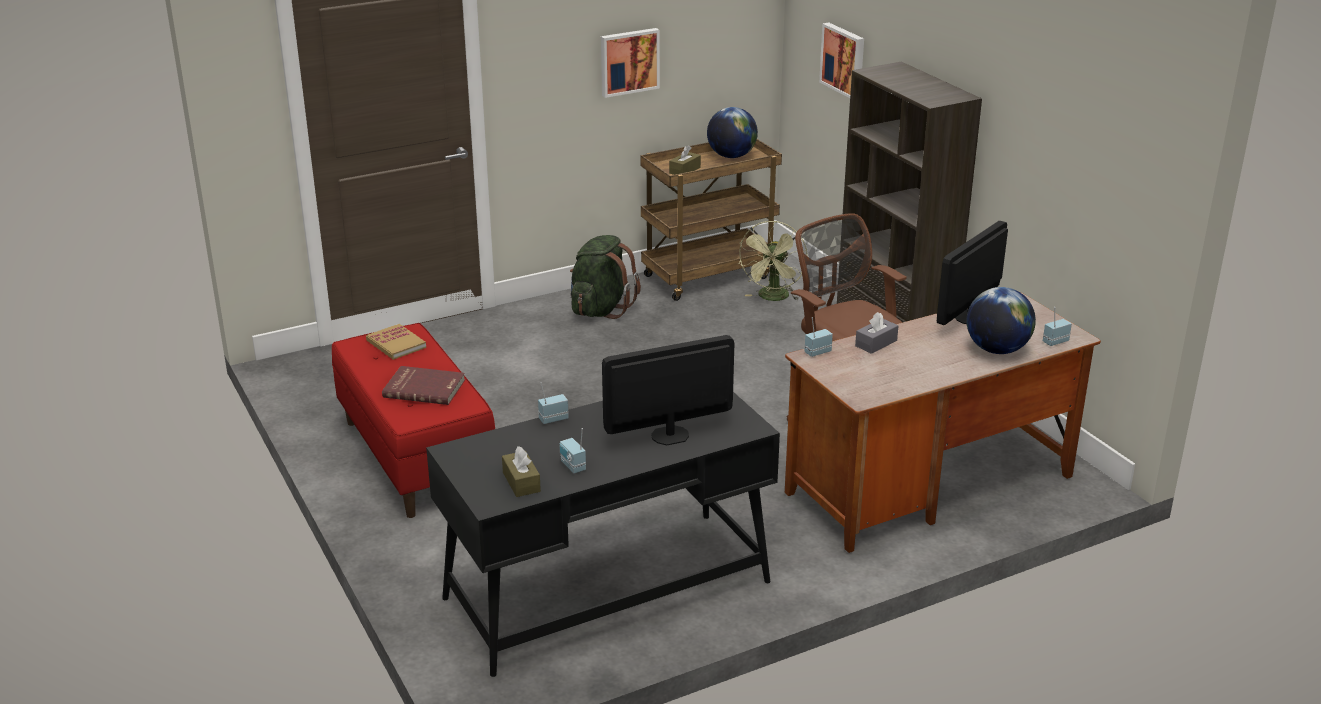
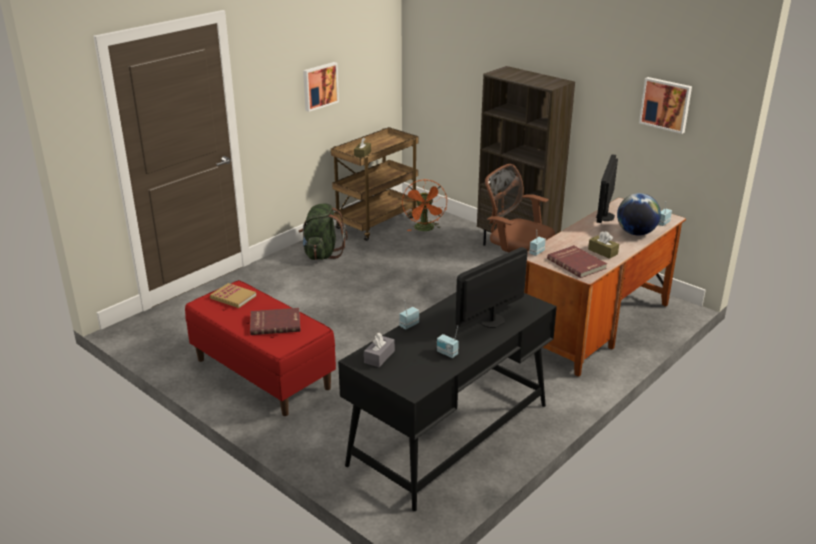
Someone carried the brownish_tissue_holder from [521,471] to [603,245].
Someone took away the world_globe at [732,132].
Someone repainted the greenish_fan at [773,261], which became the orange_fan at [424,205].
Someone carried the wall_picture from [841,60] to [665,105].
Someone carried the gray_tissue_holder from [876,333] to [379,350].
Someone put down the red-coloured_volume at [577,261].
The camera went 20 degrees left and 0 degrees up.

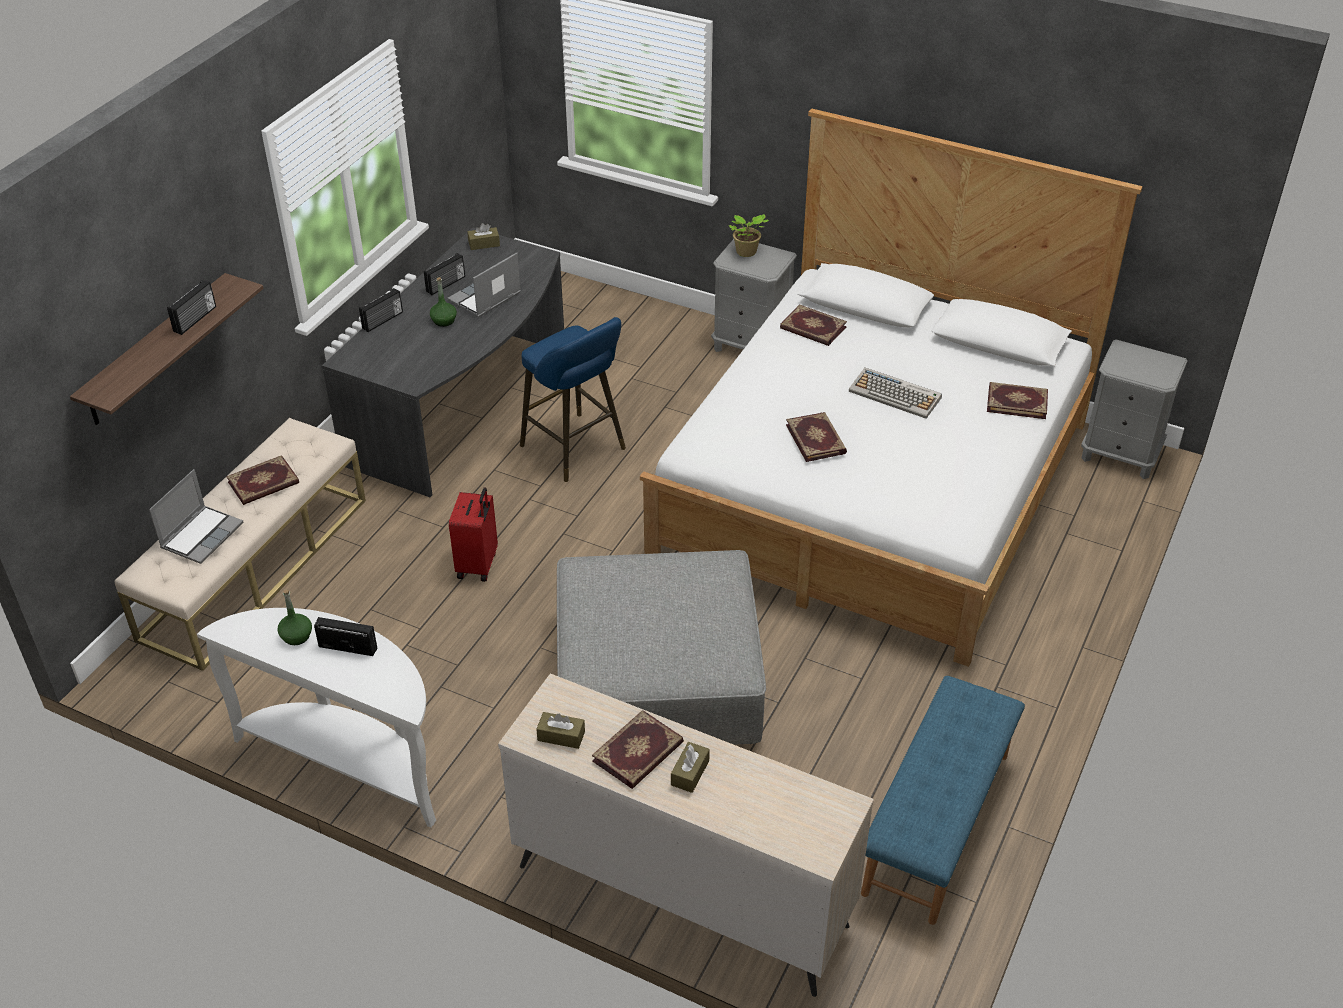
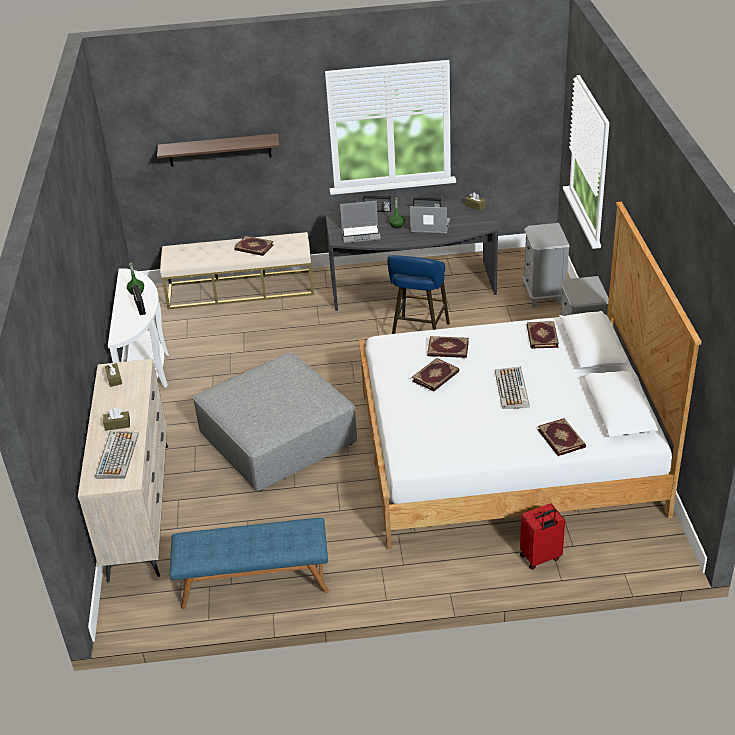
Someone carried the portable_computer from [196,516] to [360,222].
Someone took away the radio_set at [191,307].
Someone carried the red-coloured_piece_of_luggage from [473,534] to [542,536].
Someone carried the volume from [638,749] to [448,347].
Someone took away the plant_in_a_pot at [749,235].
Someone carried the gray_night_table from [1134,409] to [546,265].
Someone put down the PC_keyboard at [117,455].
The camera went 60 degrees right and 5 degrees down.

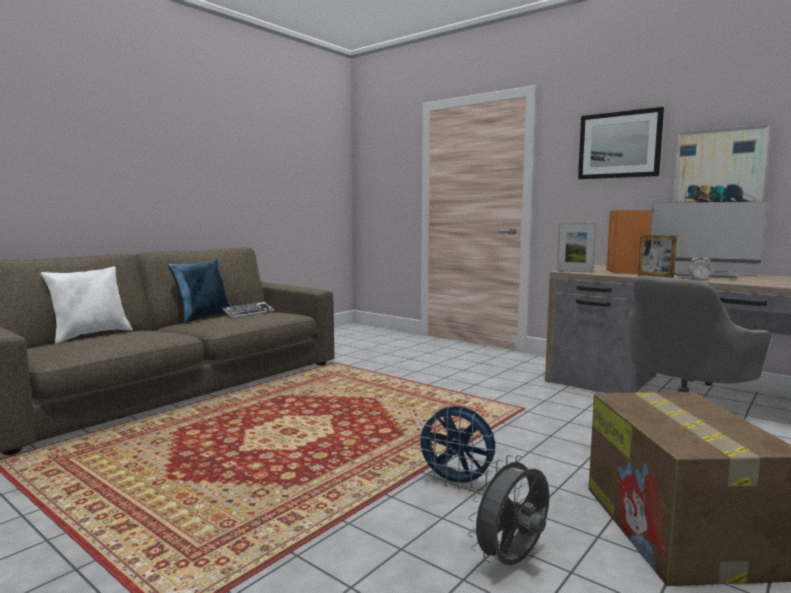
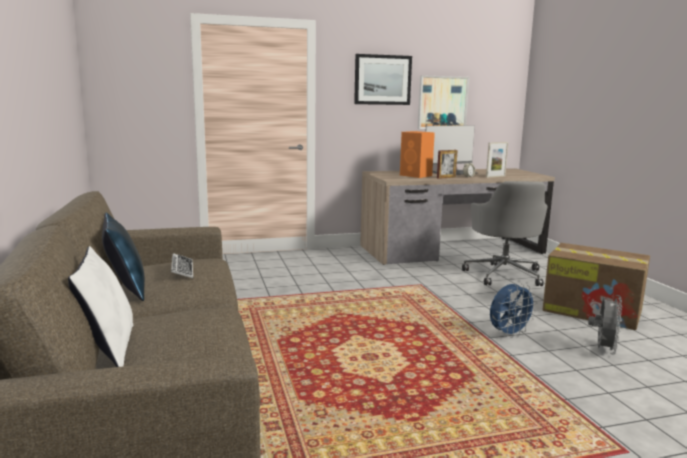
Someone rotated the gray_fan at [508,510] by 150 degrees counterclockwise.
Someone carried the photo_frame from [576,248] to [497,160].
The camera went 55 degrees left and 5 degrees up.

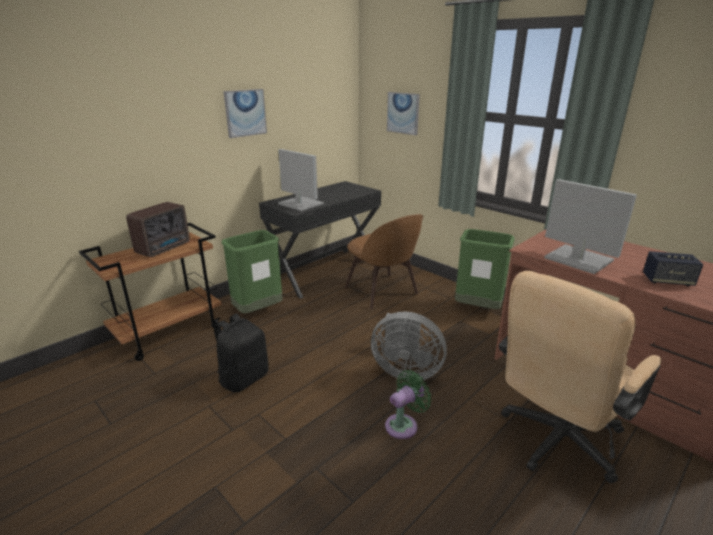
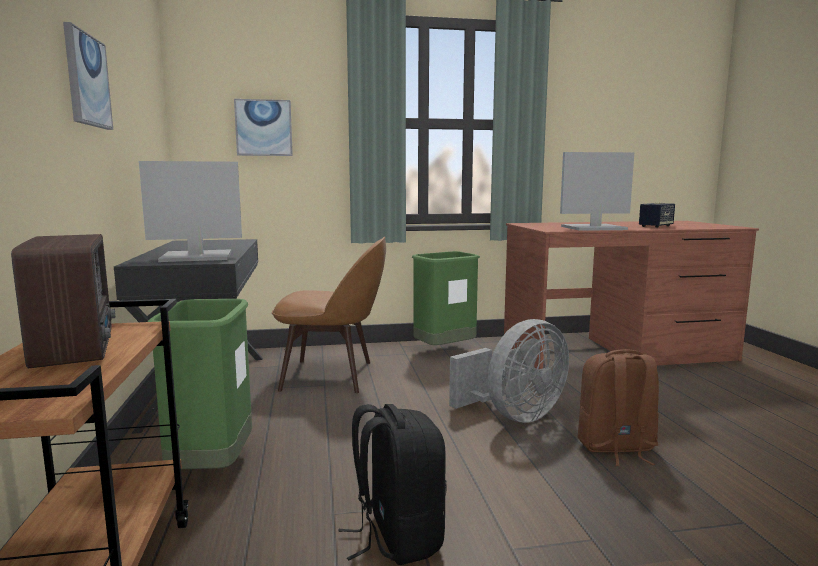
Someone swapped the greenish_fan at [408,404] for the brownish_rucksack at [618,407].
Someone took away the beige-coloured_office_chair at [580,377].
The camera went 55 degrees left and 15 degrees down.

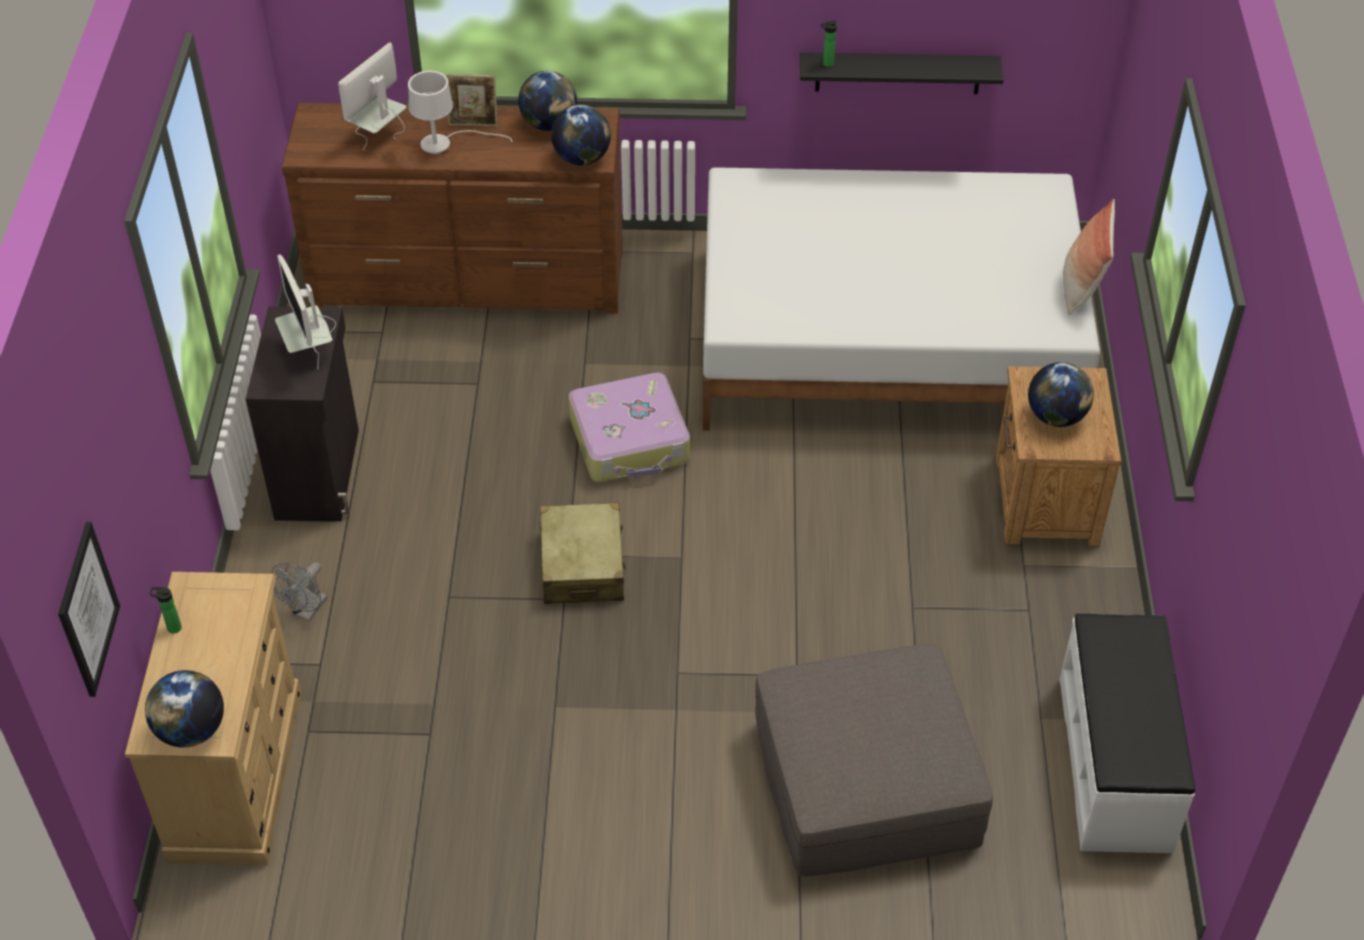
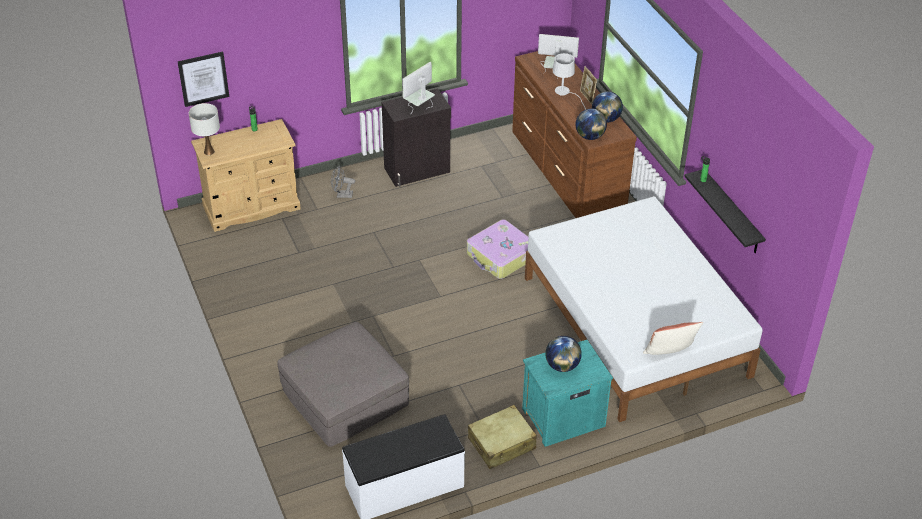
Someone swapped the world_globe at [184,708] for the white_table_lamp at [204,129].
Someone carried the beige-coloured_piece_of_luggage from [583,553] to [502,437].
Someone repainted the brownish_night_table at [1058,456], which became the turquoise_night_table at [567,393].
The camera went 65 degrees right and 5 degrees down.

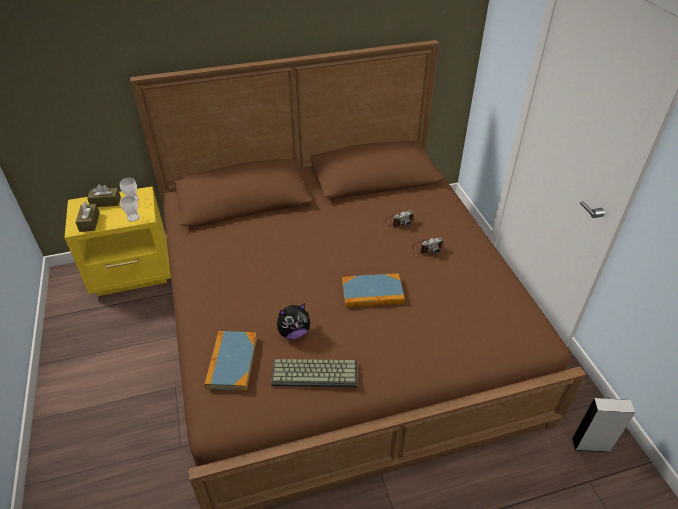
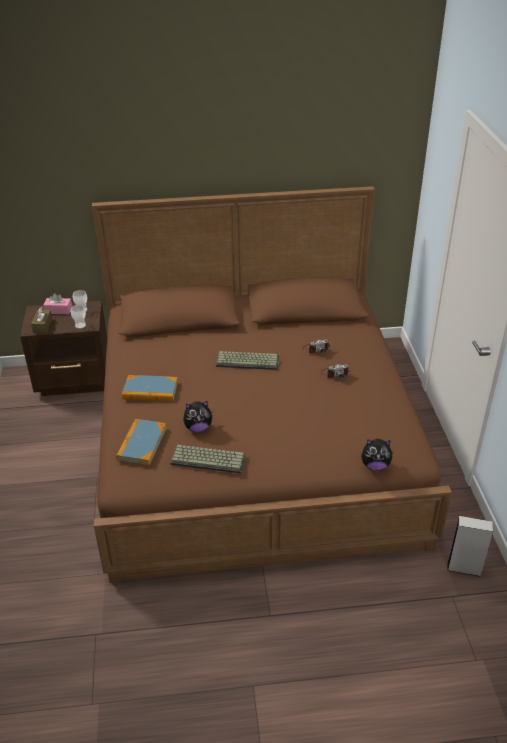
Someone repainted the yellowish_night_table at [118,241], which became the brownish_night_table at [63,348].
Someone repainted the brownish_tissue_holder at [104,195], which became the pink_tissue_holder at [57,303].
Someone carried the volume from [373,290] to [150,388].
Someone put down the PC_keyboard at [247,360].
Someone put down the cuddly_toy at [377,455].
The camera went 10 degrees right and 5 degrees down.

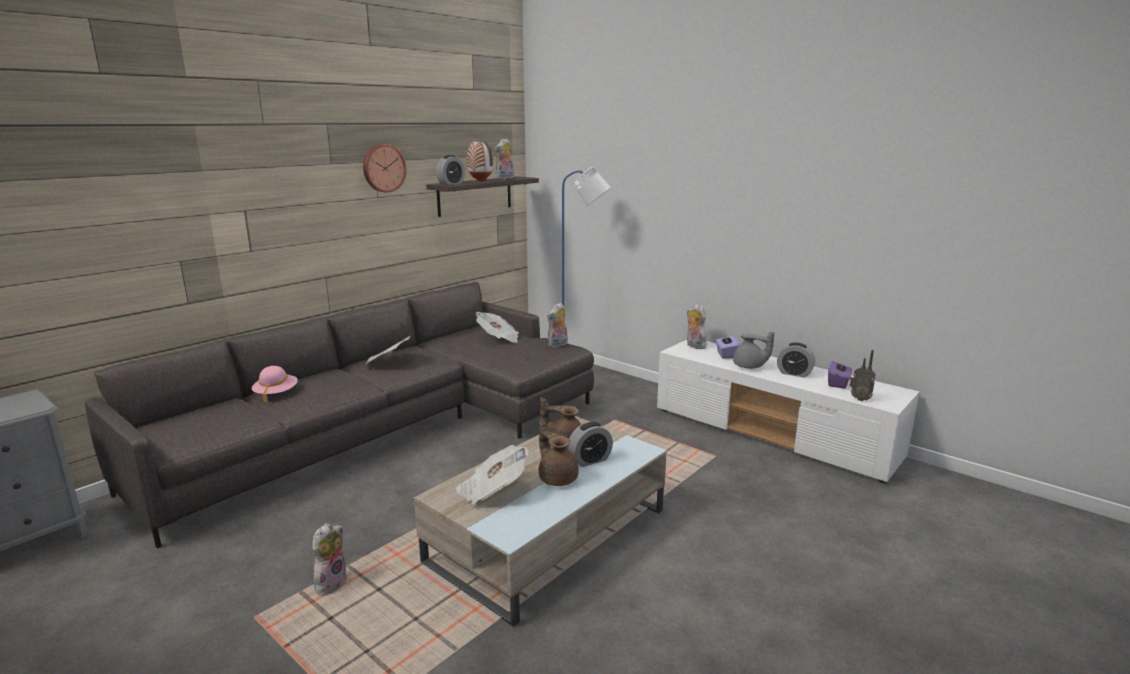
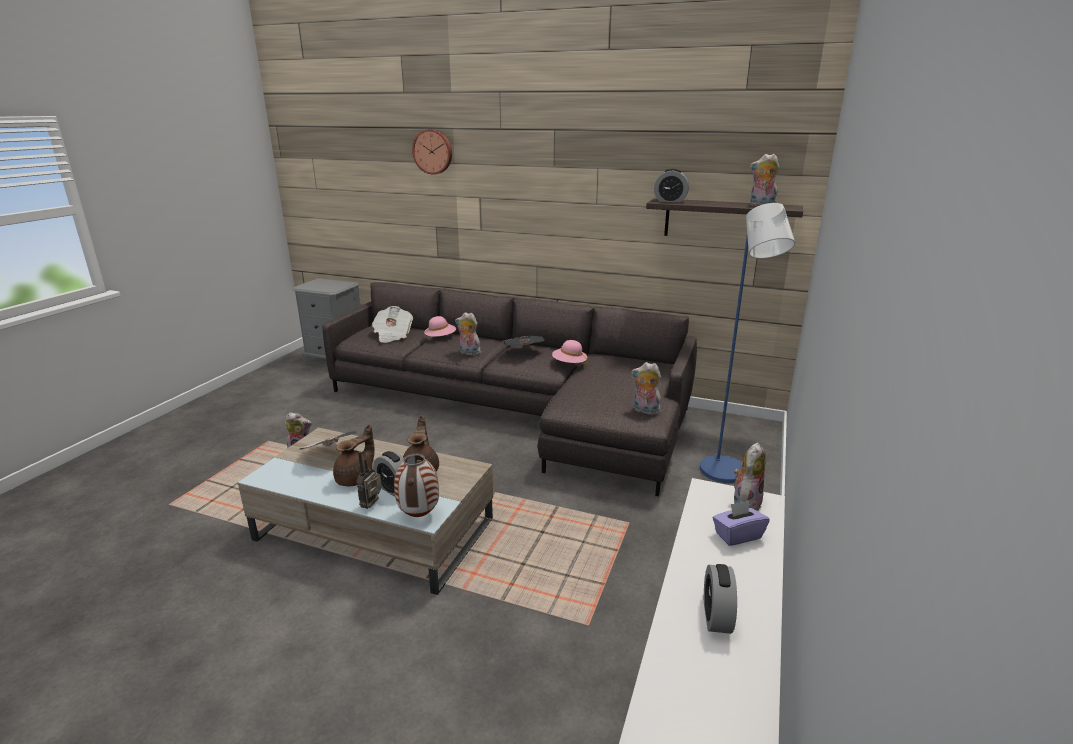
Someone carried the hanging_clock from [384,168] to [432,151].
Someone carried the flower_vase from [480,160] to [416,485].
Someone carried the printed_paper from [497,327] to [392,324].
Someone took away the gray_tea_pot at [754,350].
Someone took away the purple_tissue_holder at [840,373].
Someone carried the radio_set from [862,375] to [369,480].
Someone put down the cuddly_toy at [468,333].
Someone put down the pink_hat at [569,353].
The camera went 70 degrees right and 5 degrees up.

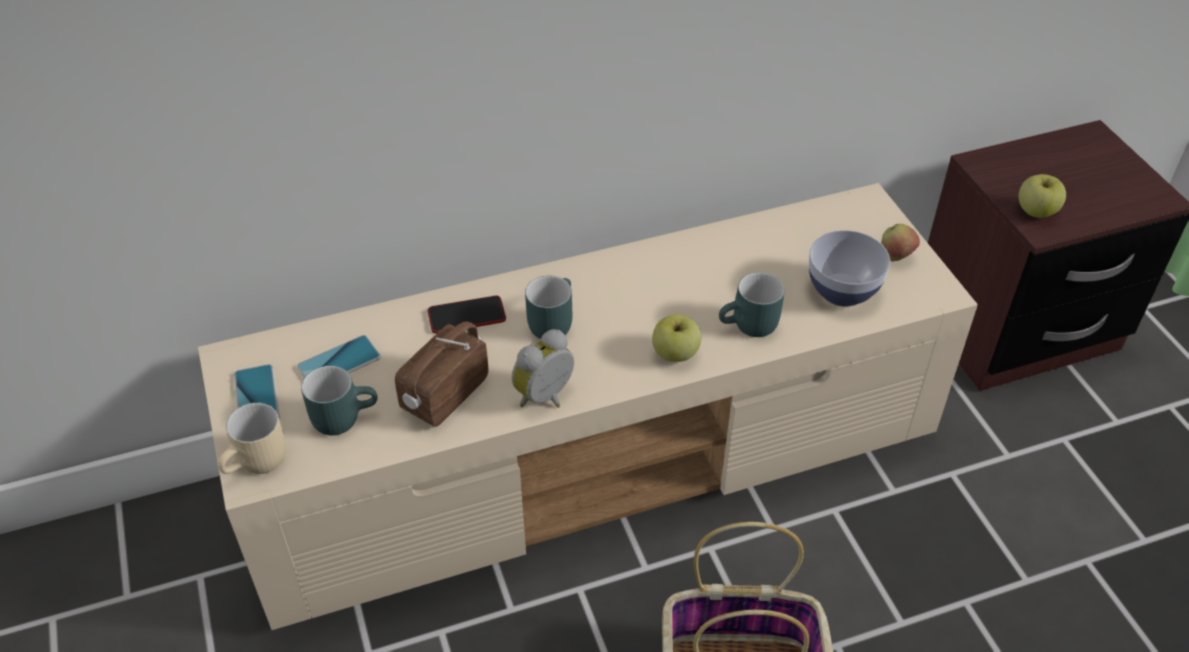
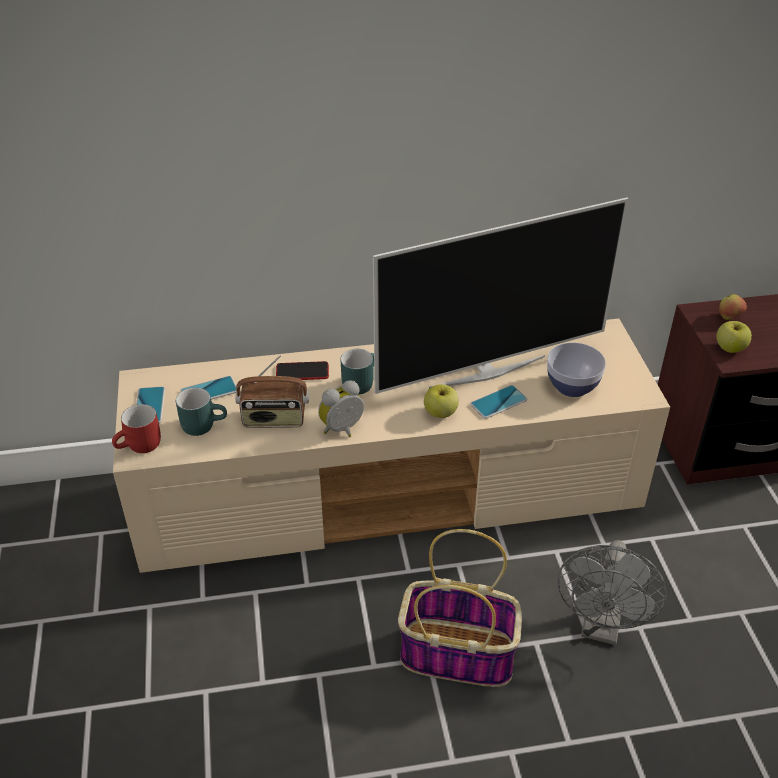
Someone repainted the beige-coloured_mug at [251,438], which became the red-coloured_mug at [136,428].
Someone rotated the radio_set at [441,374] by 135 degrees counterclockwise.
Someone swapped the turquoise_mug at [752,304] for the phone at [498,402].
Someone carried the whole_apple from [901,242] to [733,307].
Someone put down the television at [501,296].
Someone put down the gray_fan at [612,592].
The camera went 10 degrees right and 5 degrees down.

